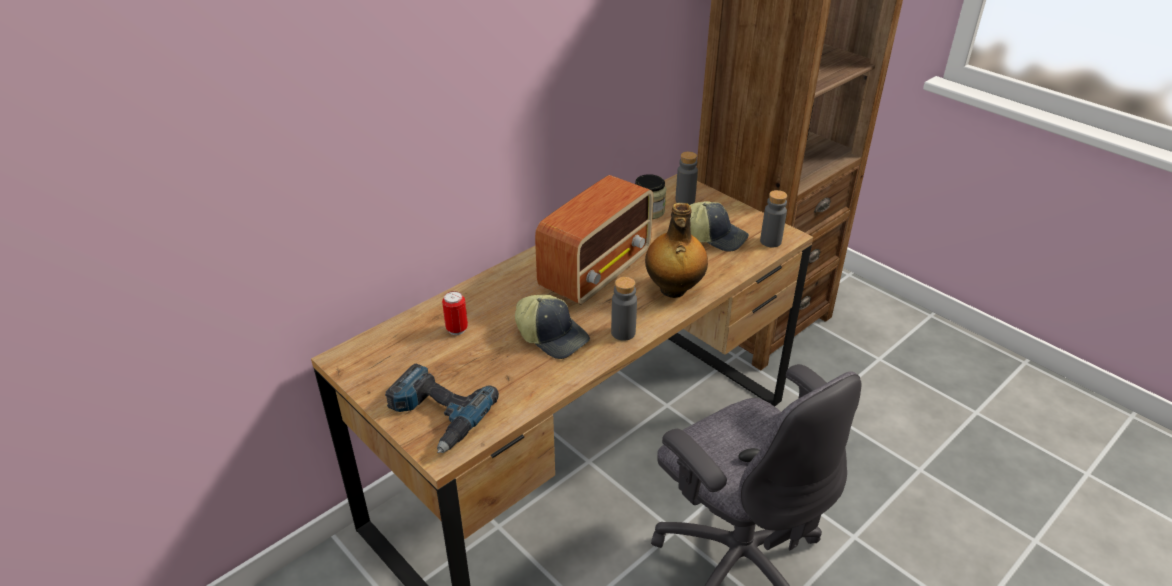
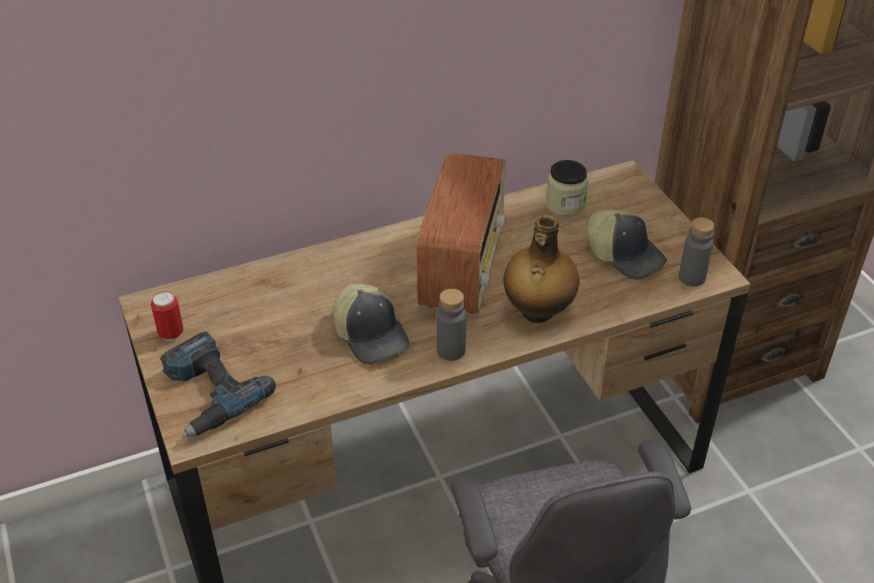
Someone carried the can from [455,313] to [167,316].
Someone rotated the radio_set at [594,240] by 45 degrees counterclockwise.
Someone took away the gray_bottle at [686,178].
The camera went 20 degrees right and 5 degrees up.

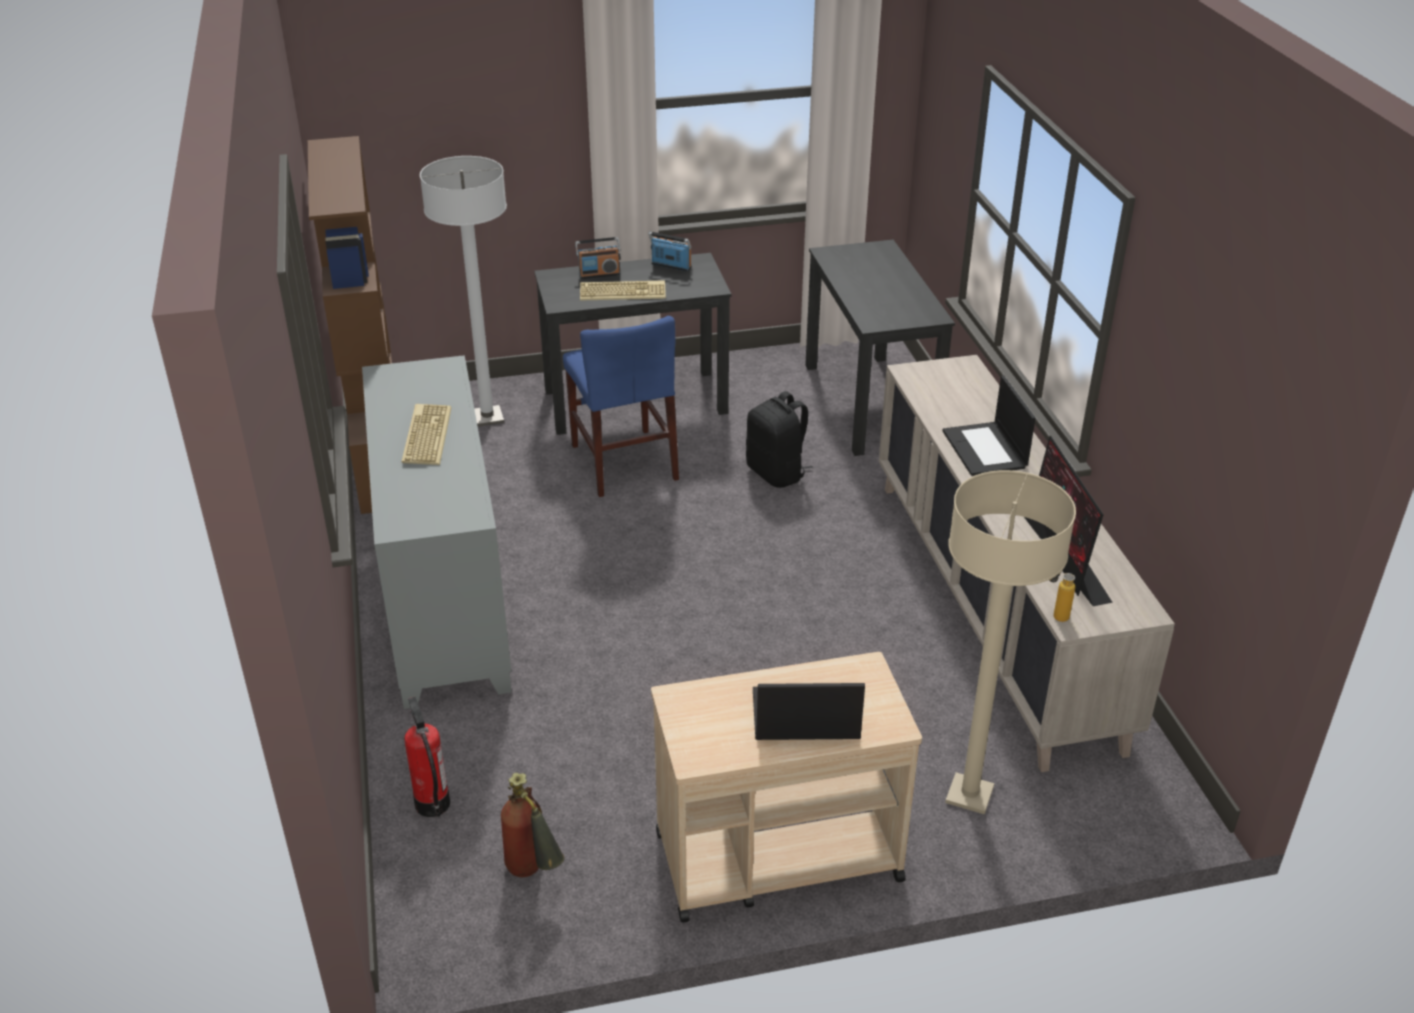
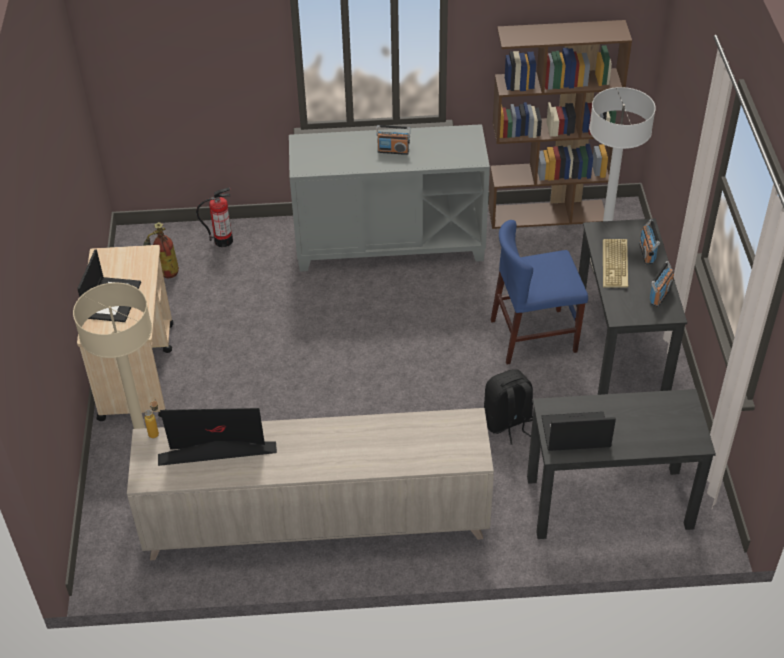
Someone swapped the PC_keyboard at [426,434] for the radio_set at [393,140].
Someone carried the portable_computer from [989,425] to [579,431].
The camera went 100 degrees right and 10 degrees up.

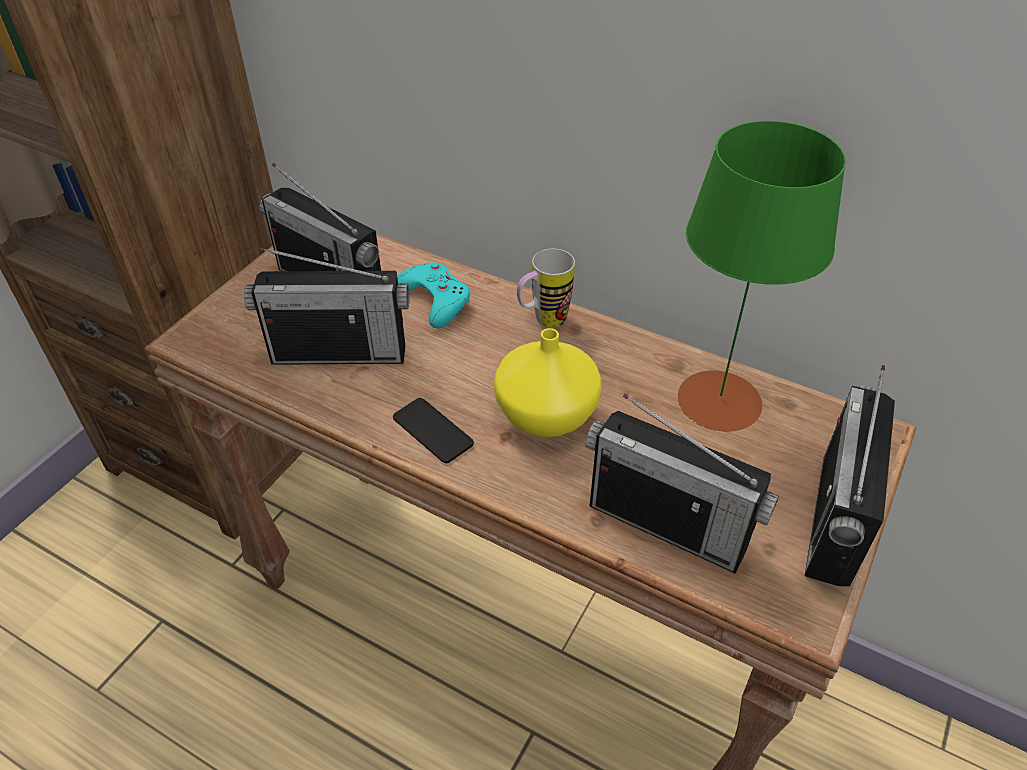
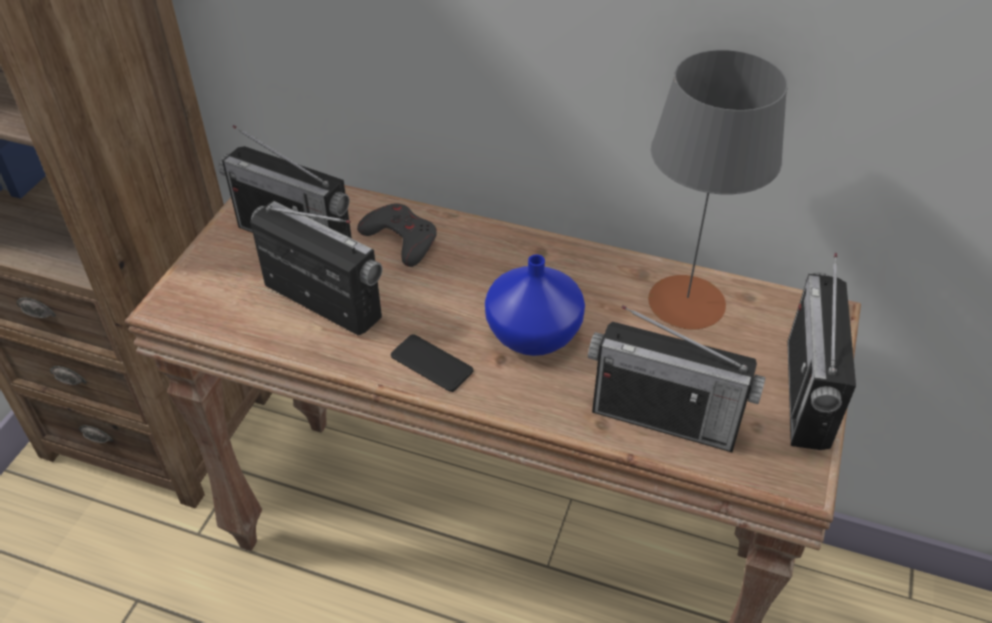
Someone rotated the radio_set at [326,306] by 135 degrees counterclockwise.
Someone repainted the turquoise_gamepad at [433,295], which became the gray_gamepad at [397,235].
Someone repainted the yellowish_flower_vase at [548,382], which became the blue_flower_vase at [535,305].
Someone took away the mug at [546,288].
Someone repainted the greenish_table_lamp at [762,276], which became the gray_table_lamp at [718,189].
The camera went 10 degrees left and 0 degrees up.

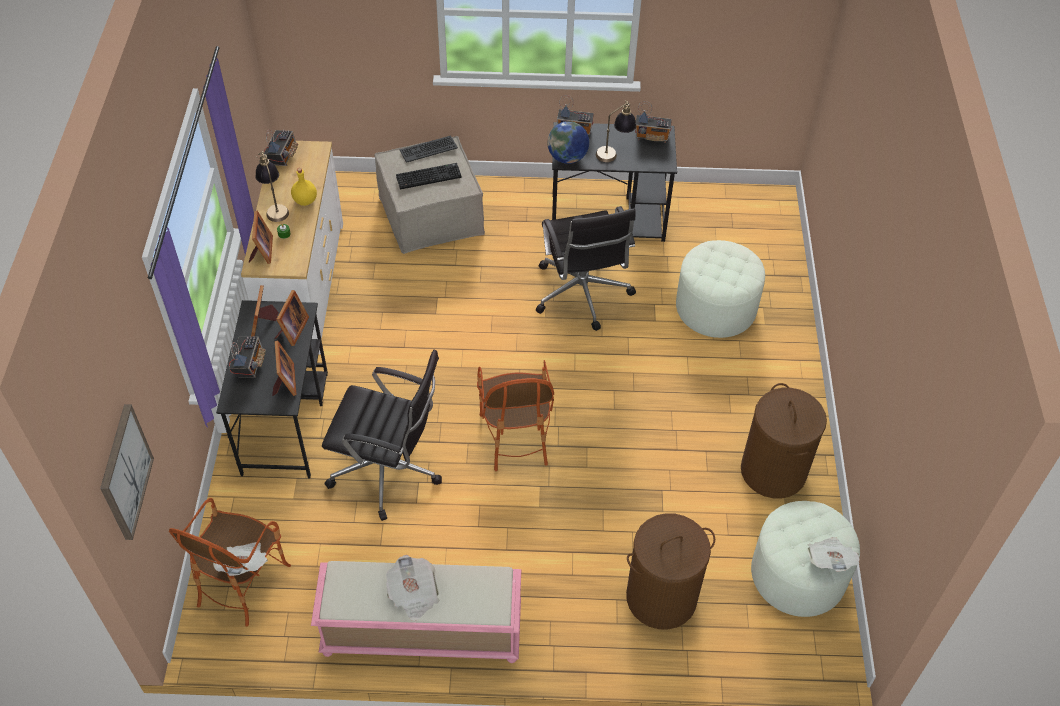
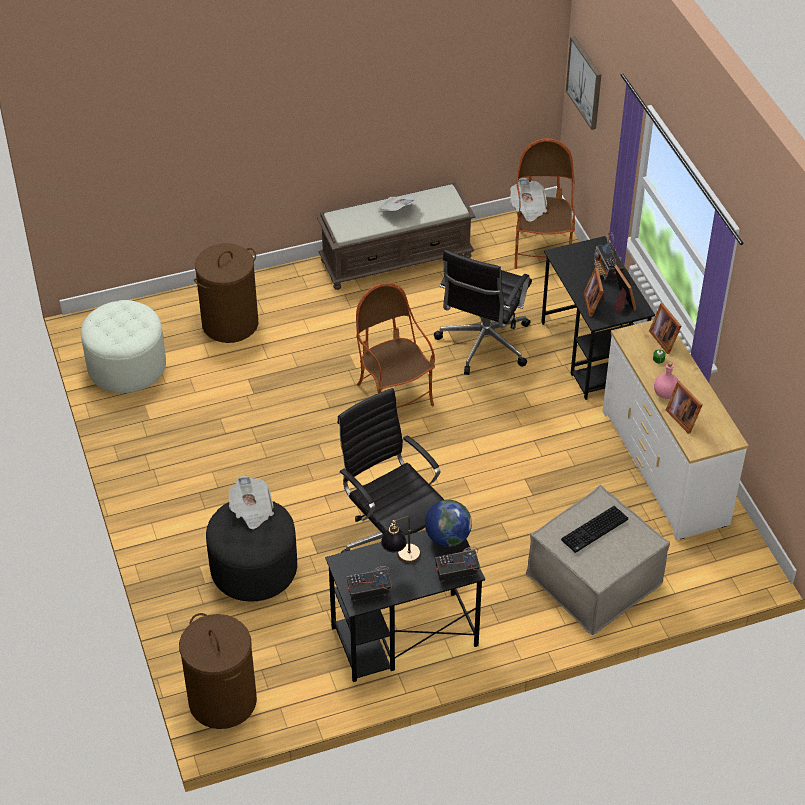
Someone took away the table_lamp at [272,186].
Someone took away the radio_set at [281,147].
Someone carried the photo_frame from [284,368] to [684,407].
Someone repainted the yellowish_bottle at [304,187], which became the pink_bottle at [666,380].
Someone repainted the pink_long_seat at [416,612], which became the brownish_long_seat at [396,236].
Someone rotated the blackish_office_chair at [382,435] by 60 degrees counterclockwise.
Someone took away the PC_keyboard at [429,149].
Someone repainted the white_footrest at [720,289], which became the blackish_footrest at [251,551].
Someone carried the brownish_hamper from [784,440] to [218,671].
Someone carried the printed_paper from [833,554] to [251,502].
The camera went 160 degrees right and 5 degrees down.

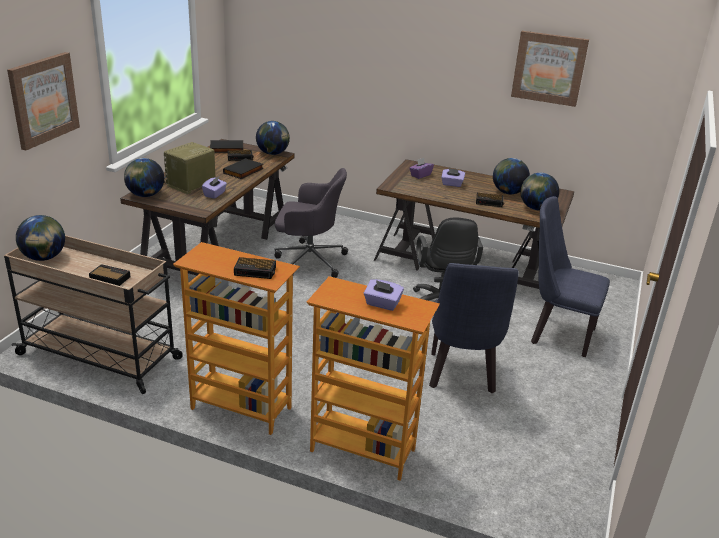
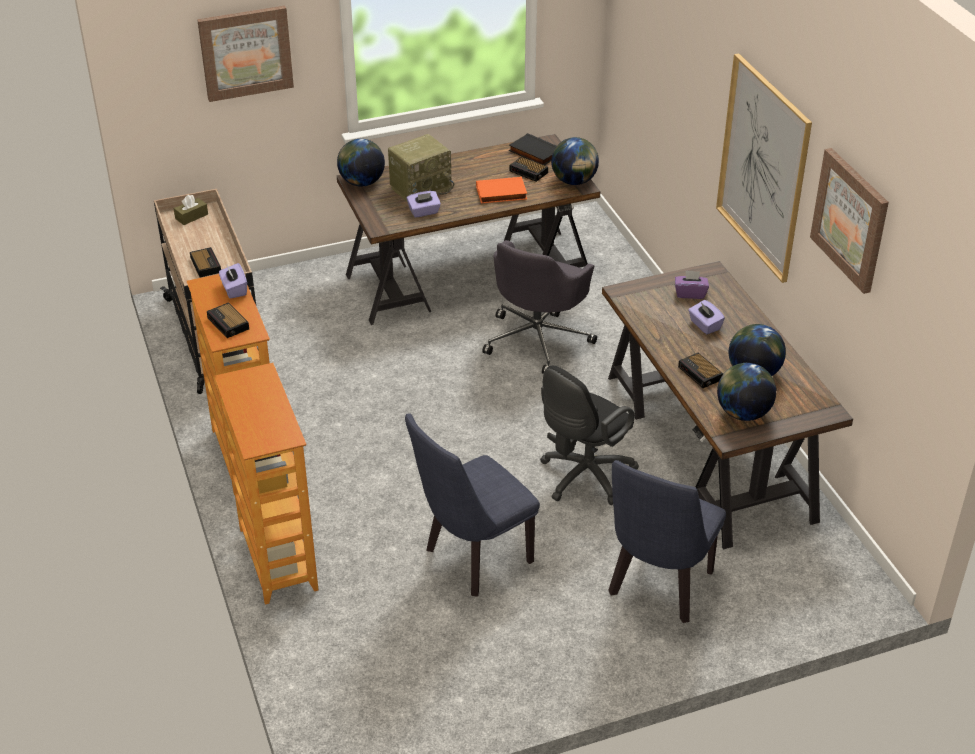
Someone swapped the world_globe at [40,238] for the brownish_tissue_holder at [191,210].
Someone rotated the radio_set at [190,168] by 150 degrees clockwise.
Someone repainted the blackish_volume at [243,168], which became the orange_volume at [501,190].
Someone rotated the gray_office_chair at [311,223] by 60 degrees clockwise.
Someone carried the purple_tissue_holder from [384,295] to [233,281].
Someone rotated the blue_upright_chair at [570,276] by 135 degrees counterclockwise.
Someone put up the wall_picture at [764,168].
The camera went 50 degrees right and 10 degrees up.

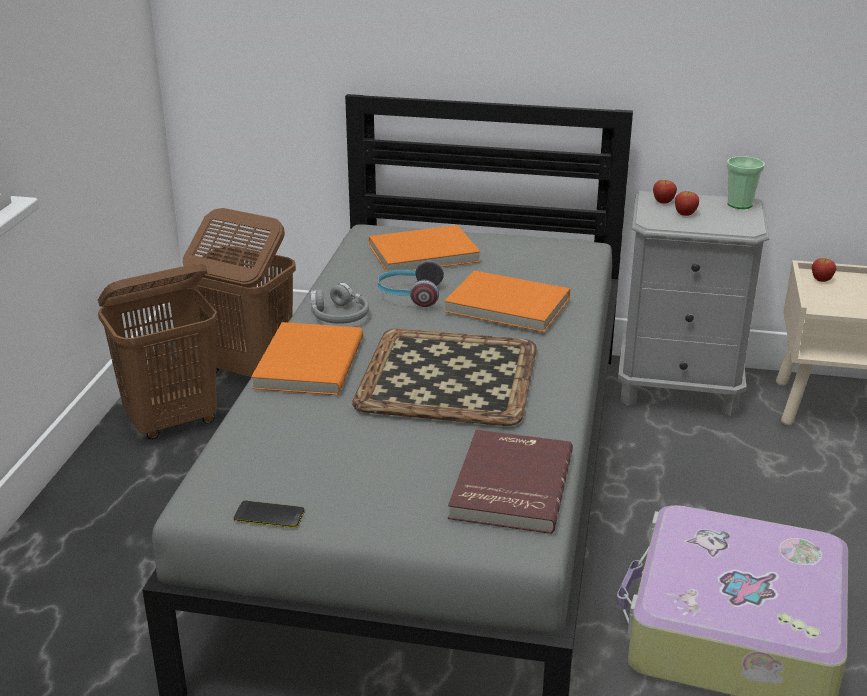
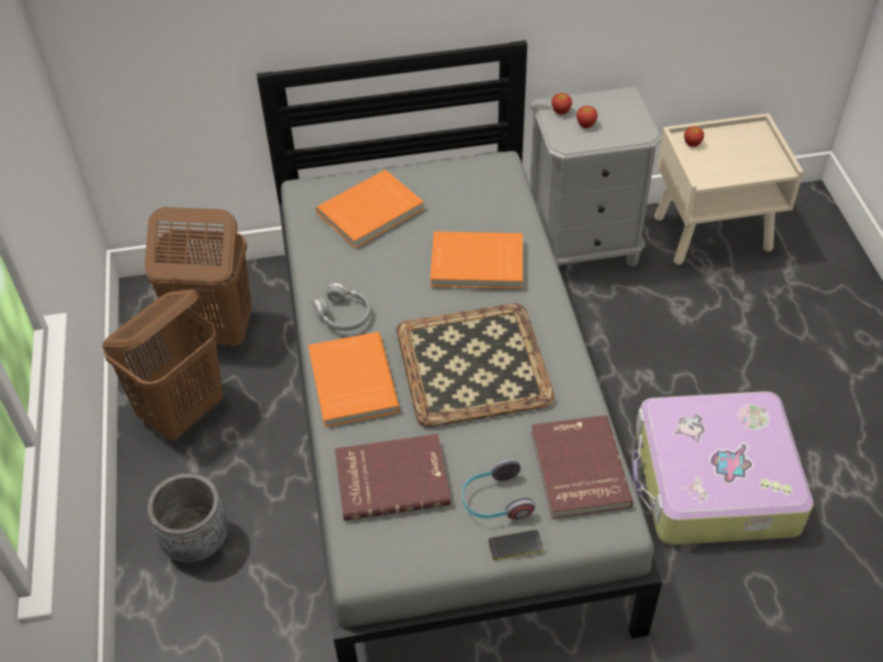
Someone carried the phone from [269,514] to [515,545].
Someone carried the headphones from [411,284] to [498,489].
Someone took away the cup at [746,182].
Someone put down the gray_plant_pot at [187,518].
Someone put down the red-coloured_volume at [393,477].
The camera went 20 degrees left and 20 degrees up.

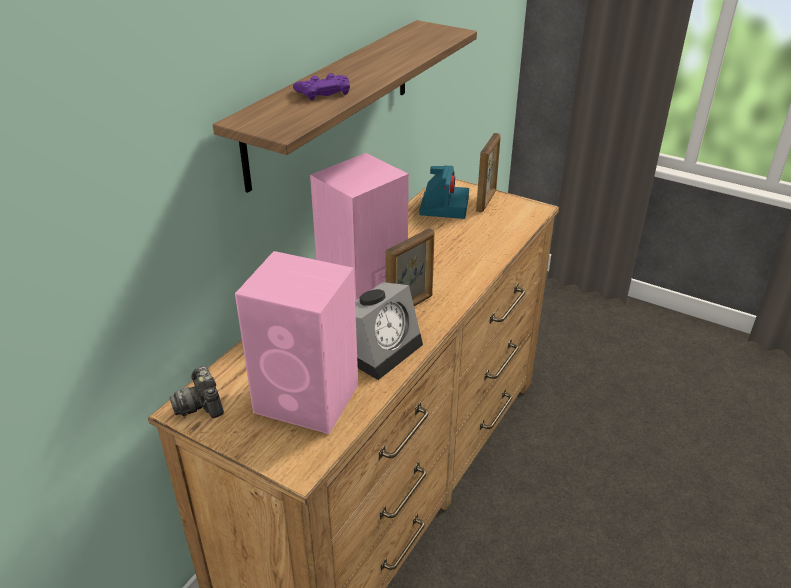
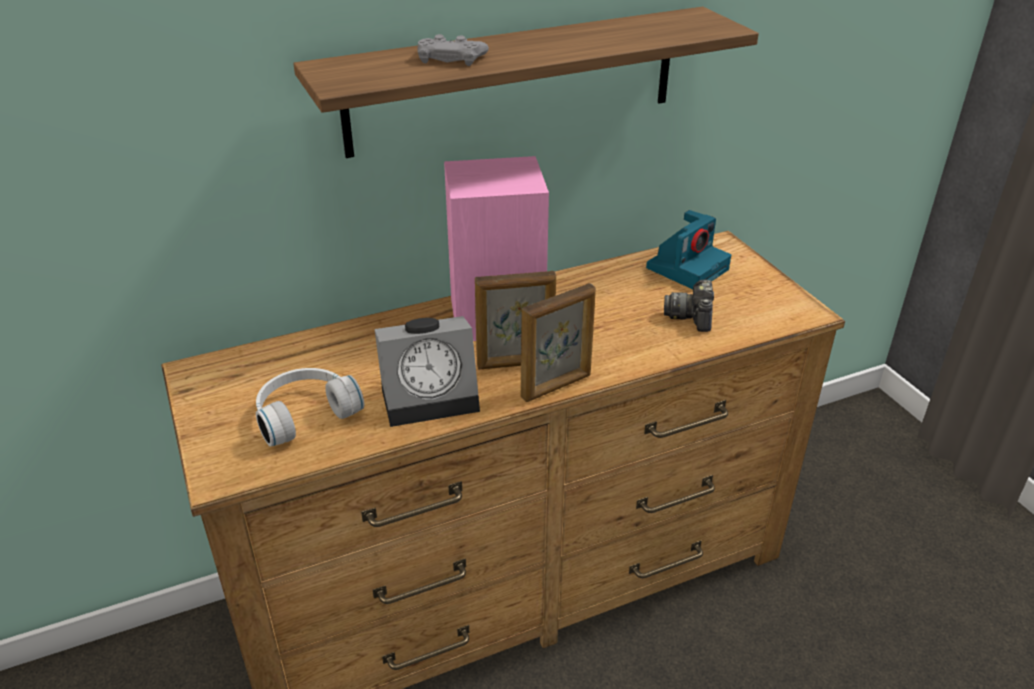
Someone carried the photo_camera from [196,392] to [689,306].
Someone swapped the pink_speaker at [296,342] for the white_headphones at [310,407].
Someone repainted the purple_gamepad at [321,86], which became the gray_gamepad at [453,50].
Someone carried the photo_frame from [488,172] to [558,342].
The camera went 35 degrees right and 0 degrees up.

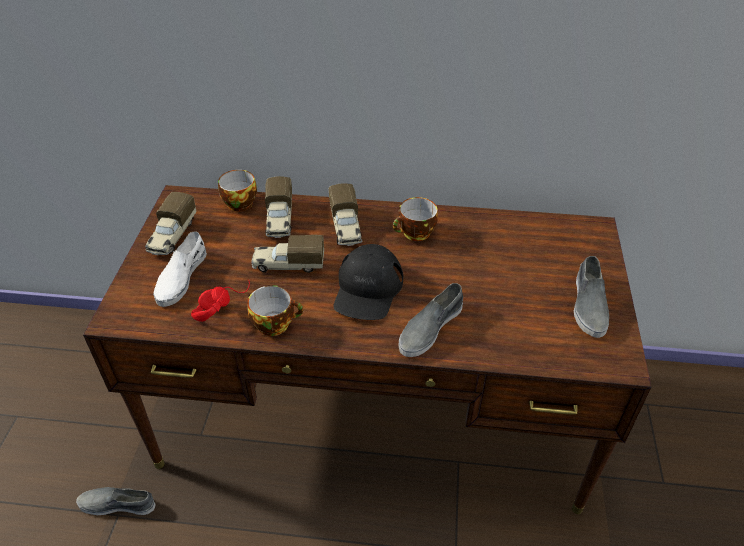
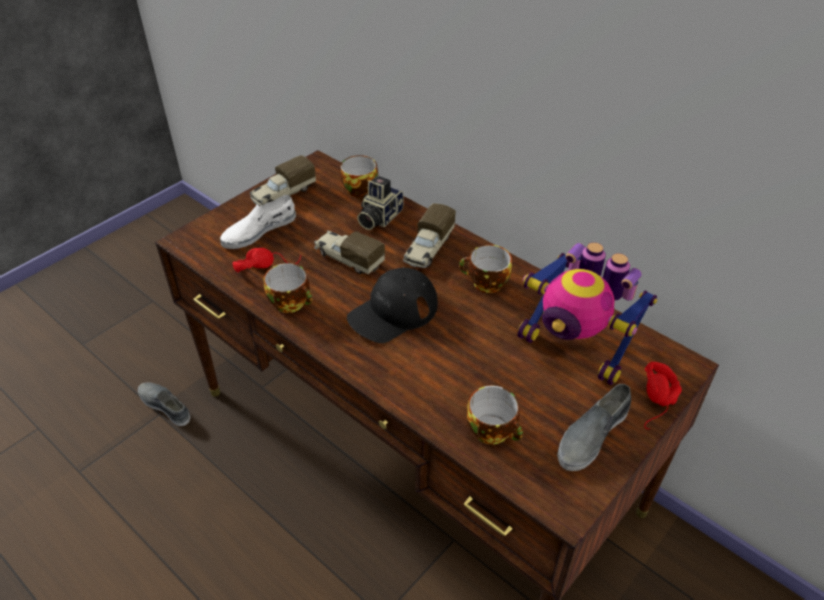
Someone swapped the toy_lorry at [278,207] for the photo_camera at [380,203].
Someone took away the gray_item_of_footwear at [431,320].
Someone put down the cup at [494,415].
Someone put down the toy_robot at [587,313].
Someone put down the red-coloured_headphones at [663,395].
The camera went 35 degrees right and 0 degrees up.

